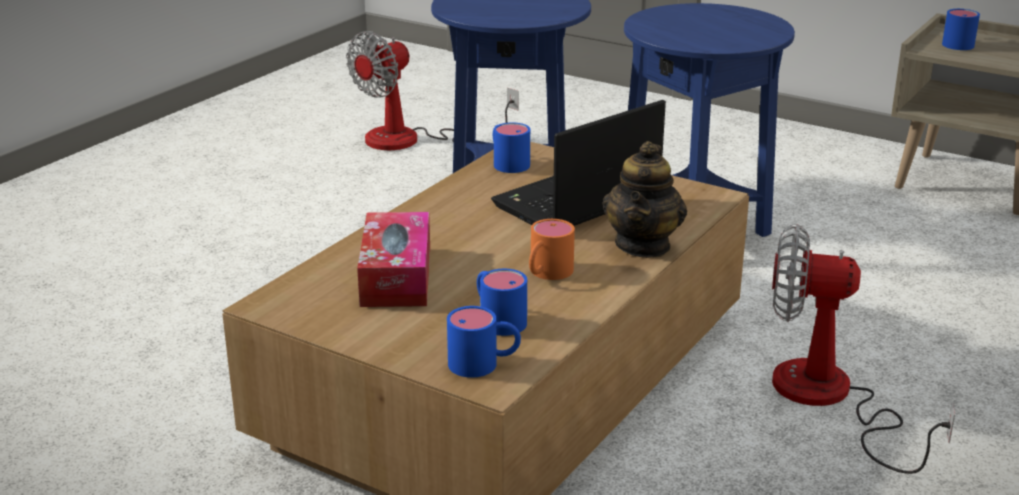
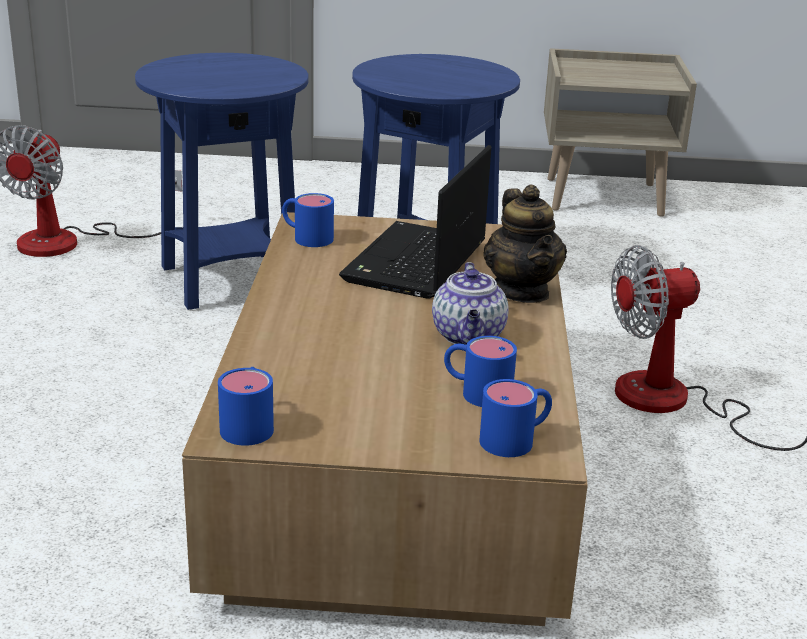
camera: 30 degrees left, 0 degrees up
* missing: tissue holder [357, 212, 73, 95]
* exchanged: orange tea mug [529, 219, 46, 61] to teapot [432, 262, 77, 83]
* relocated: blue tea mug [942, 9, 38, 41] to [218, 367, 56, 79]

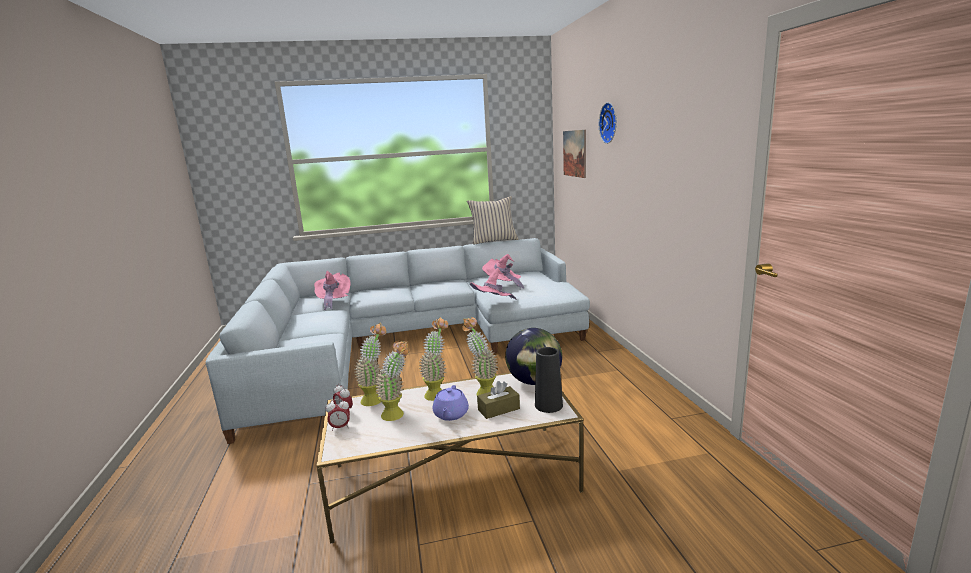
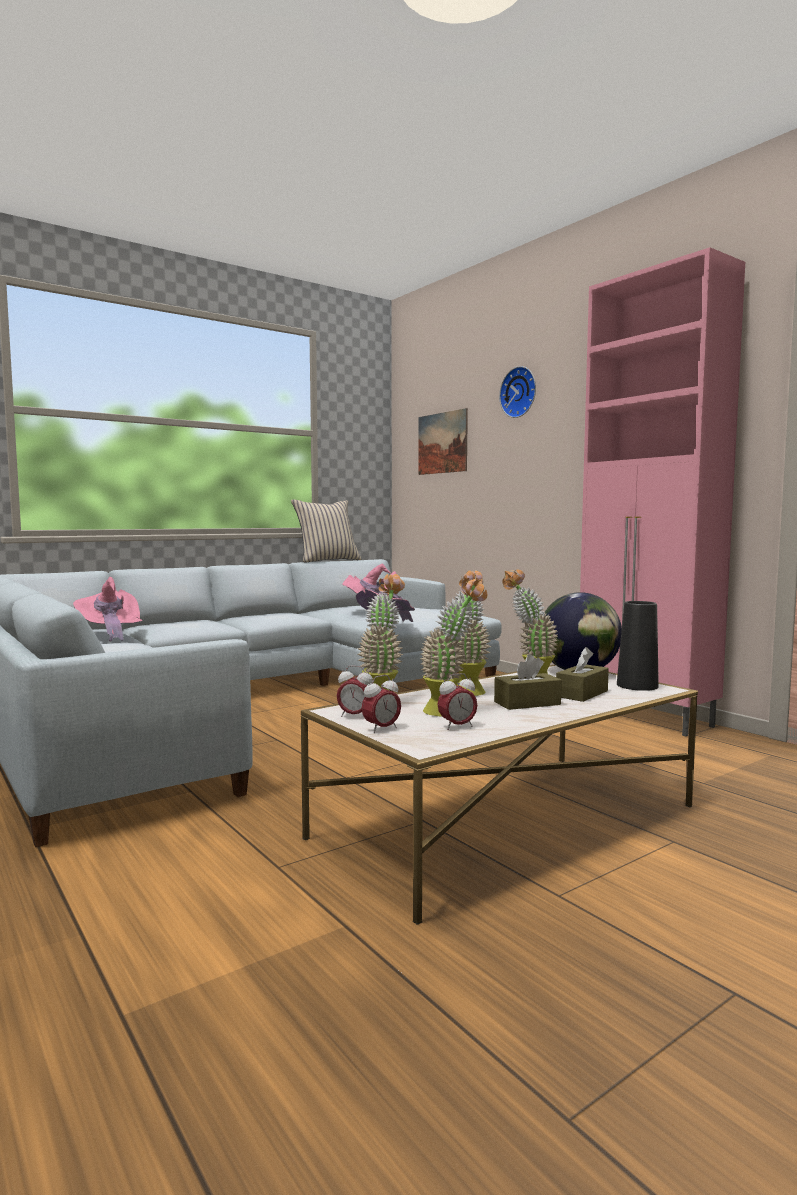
camera: 25 degrees left, 10 degrees down
* exchanged: purplish teapot [433, 385, 36, 36] to brown tissue holder [494, 654, 68, 56]
* appeared: table clock [437, 673, 40, 57]
* appeared: pinkish cupboard [580, 247, 165, 489]

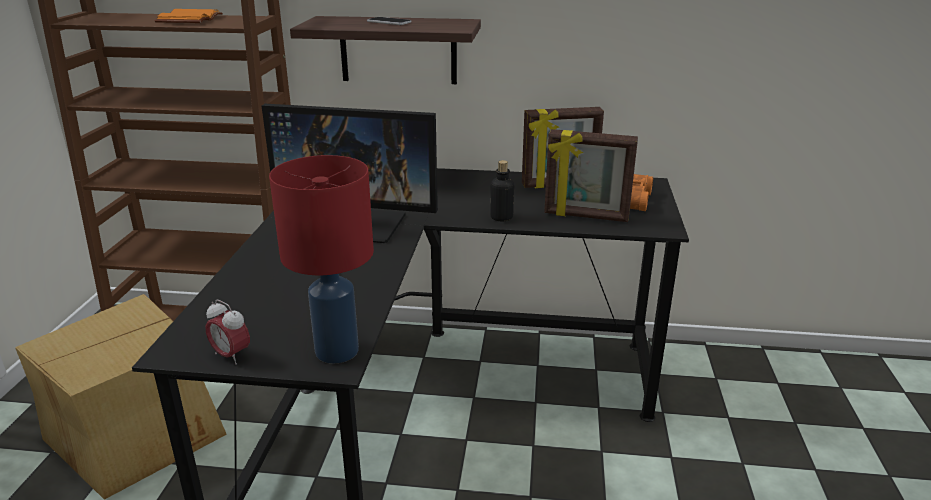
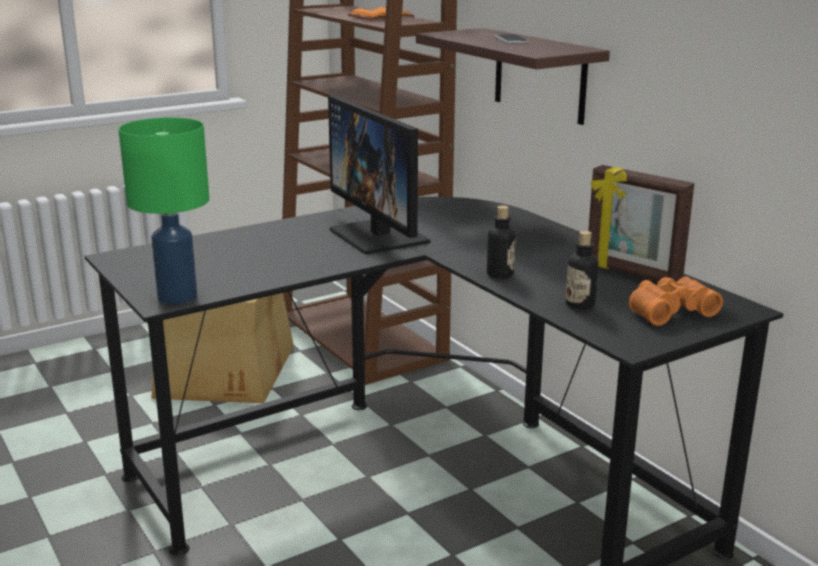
camera: 50 degrees right, 5 degrees down
* missing: table clock [205, 300, 45, 65]
* colour: reddish tabletop lamp [269, 155, 105, 209] to greenish tabletop lamp [118, 118, 91, 186]
* exchanged: standing frame [544, 129, 94, 93] to beverage bottle [566, 231, 32, 78]

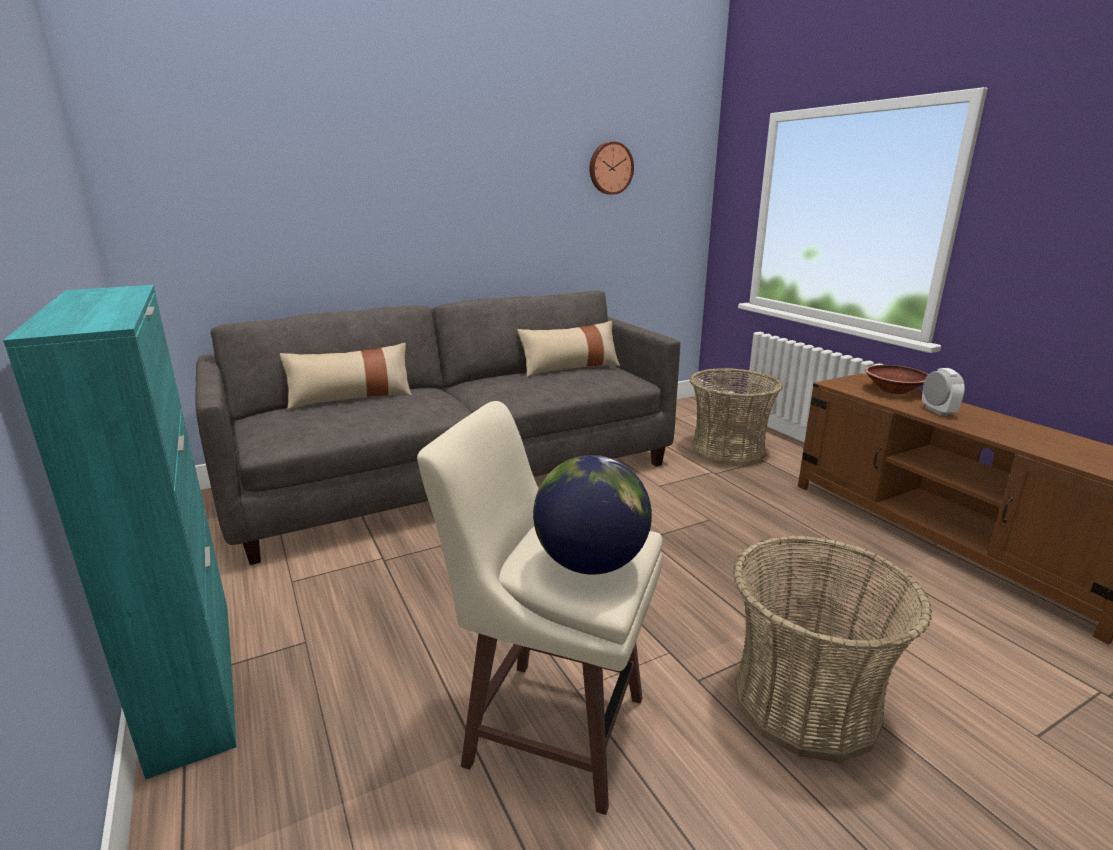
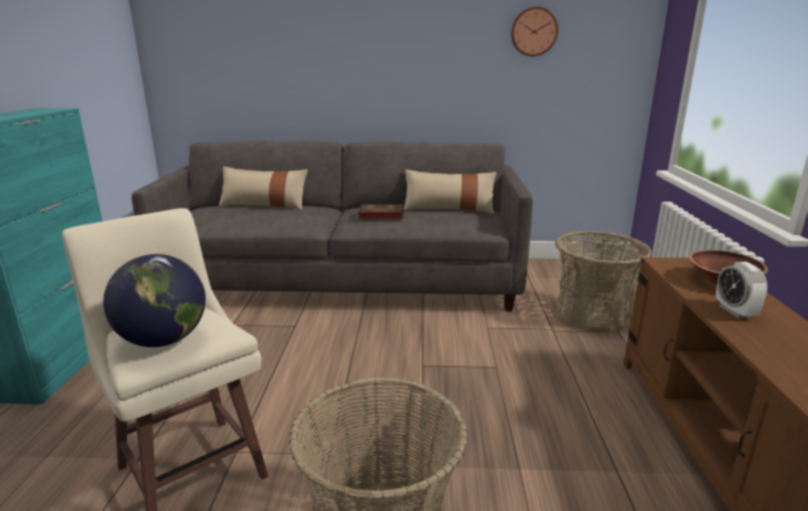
camera: 30 degrees right, 0 degrees up
* spun: table clock [922, 368, 43, 48] = [716, 262, 52, 57] 150 degrees clockwise
* appeared: bound book [358, 204, 46, 15]

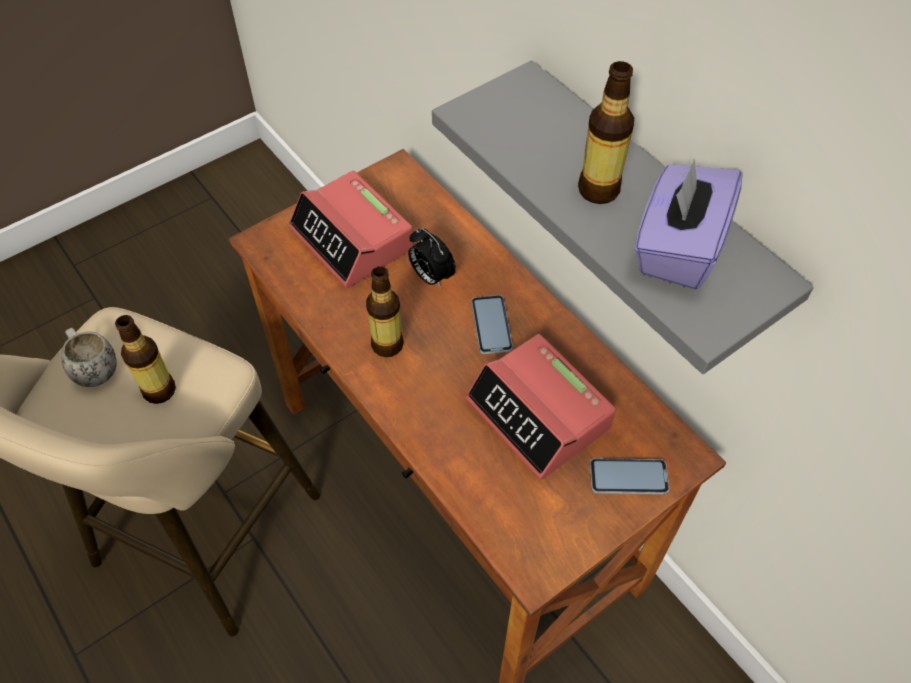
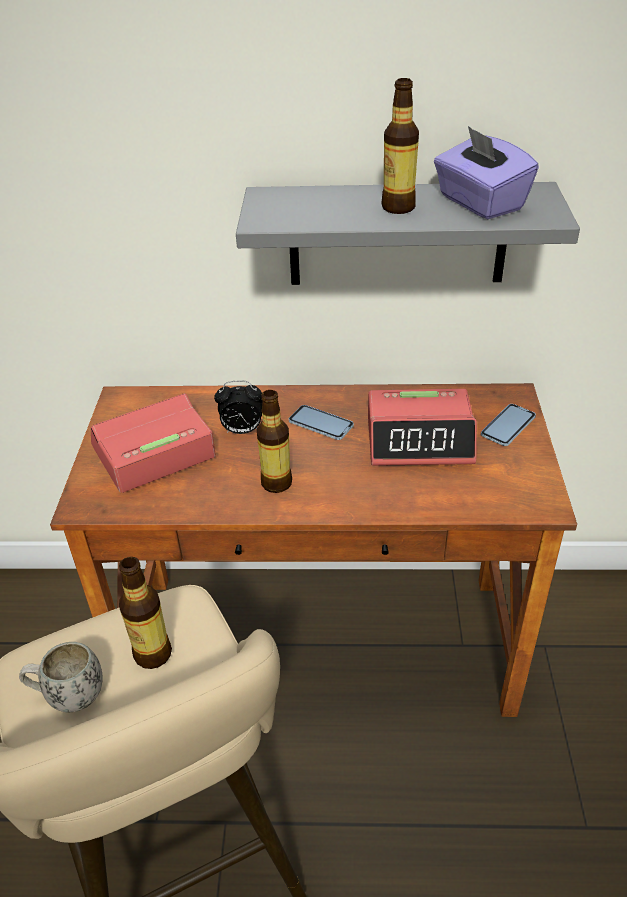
camera: 50 degrees left, 15 degrees down
* spun: table clock [289, 171, 125, 117] = [91, 393, 125, 100] 150 degrees clockwise

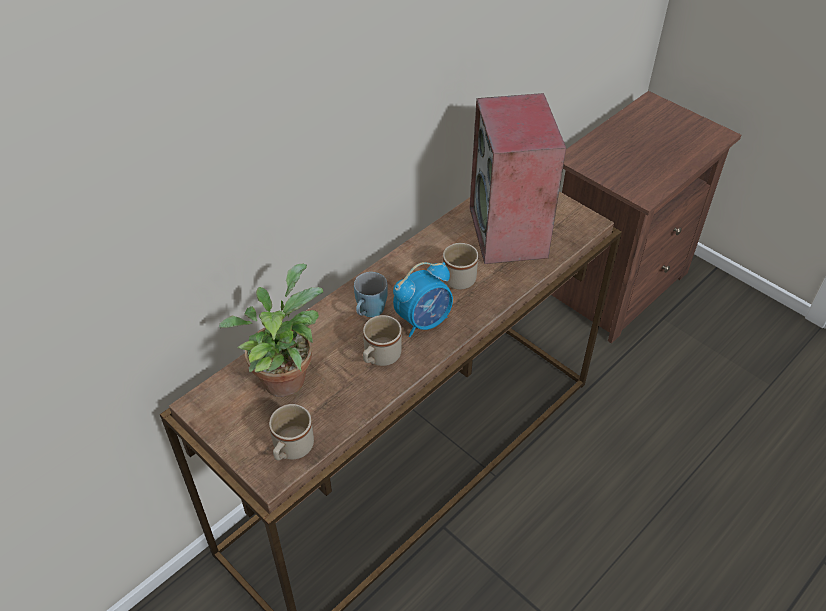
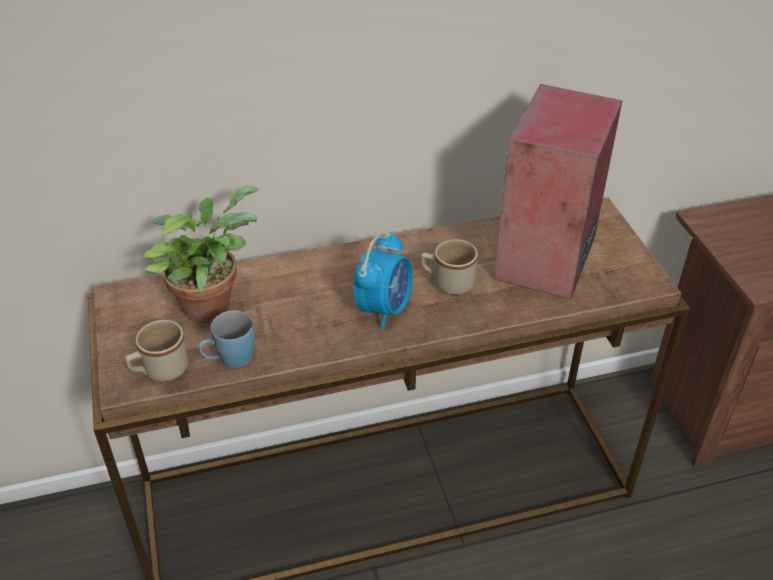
camera: 30 degrees right, 5 degrees down
* relocated: blue tea mug [354, 272, 34, 45] to [198, 310, 57, 58]
* missing: beige-coloured tea mug [363, 315, 39, 51]
* spun: table clock [393, 262, 60, 75] = [354, 232, 59, 98] 60 degrees counterclockwise

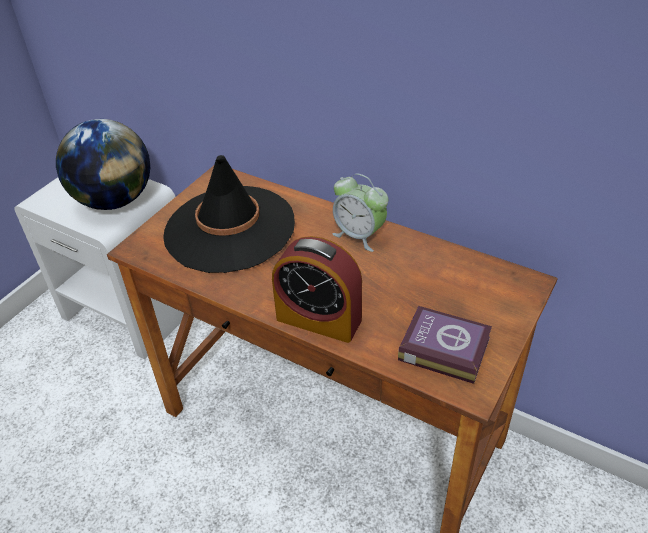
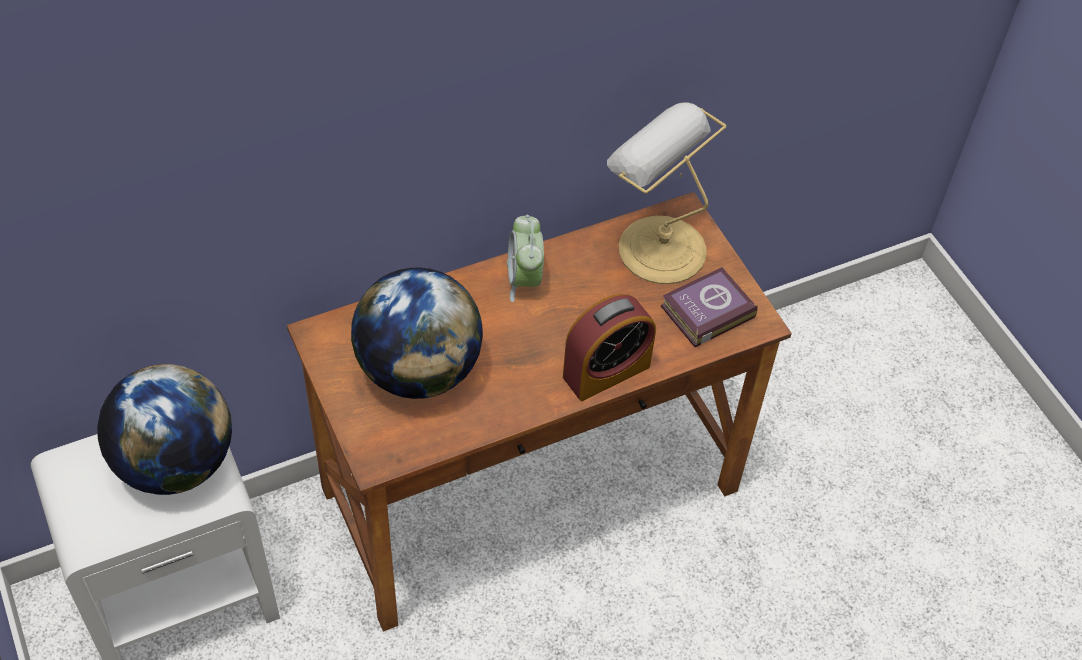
camera: 60 degrees left, 10 degrees up
* exchanged: blackish hat [163, 155, 132, 118] to globe [351, 268, 132, 131]
* spun: table clock [333, 173, 55, 79] = [507, 215, 37, 87] 105 degrees clockwise
* appeared: tabletop lamp [607, 102, 119, 182]

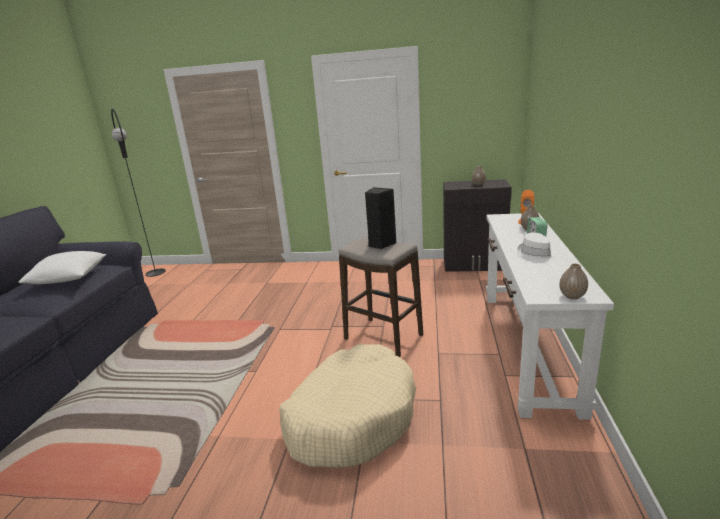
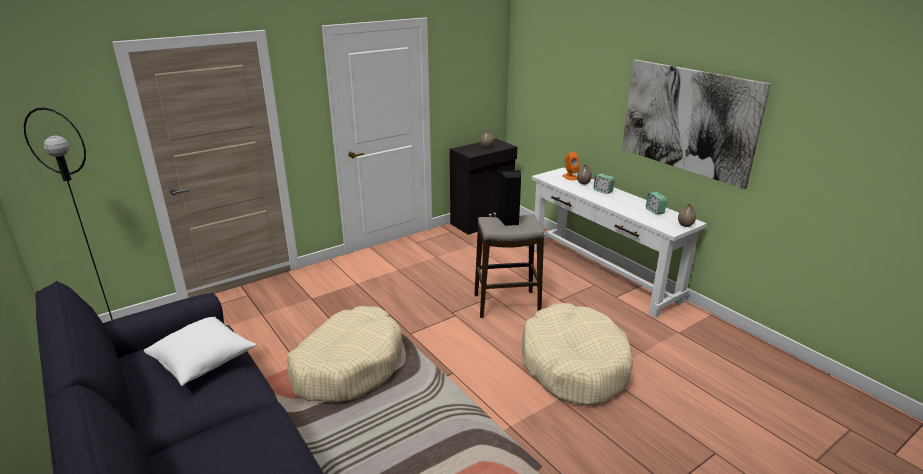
camera: 45 degrees left, 5 degrees up
* missing: white hat [518, 232, 38, 29]
* appeared: beige-coloured dog bed [287, 306, 116, 96]
* appeared: wall picture [622, 59, 149, 130]
* appeared: table clock [646, 192, 21, 23]

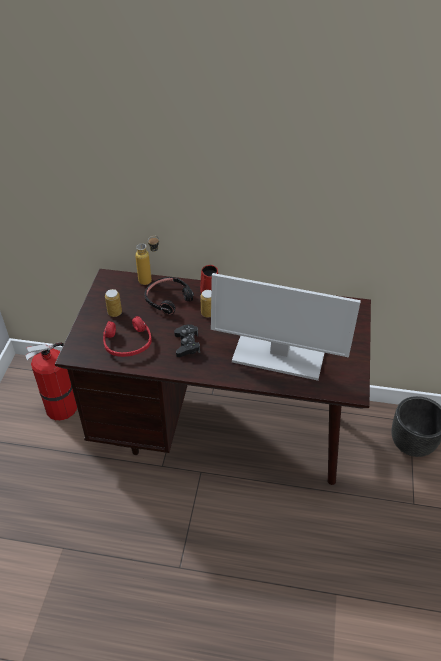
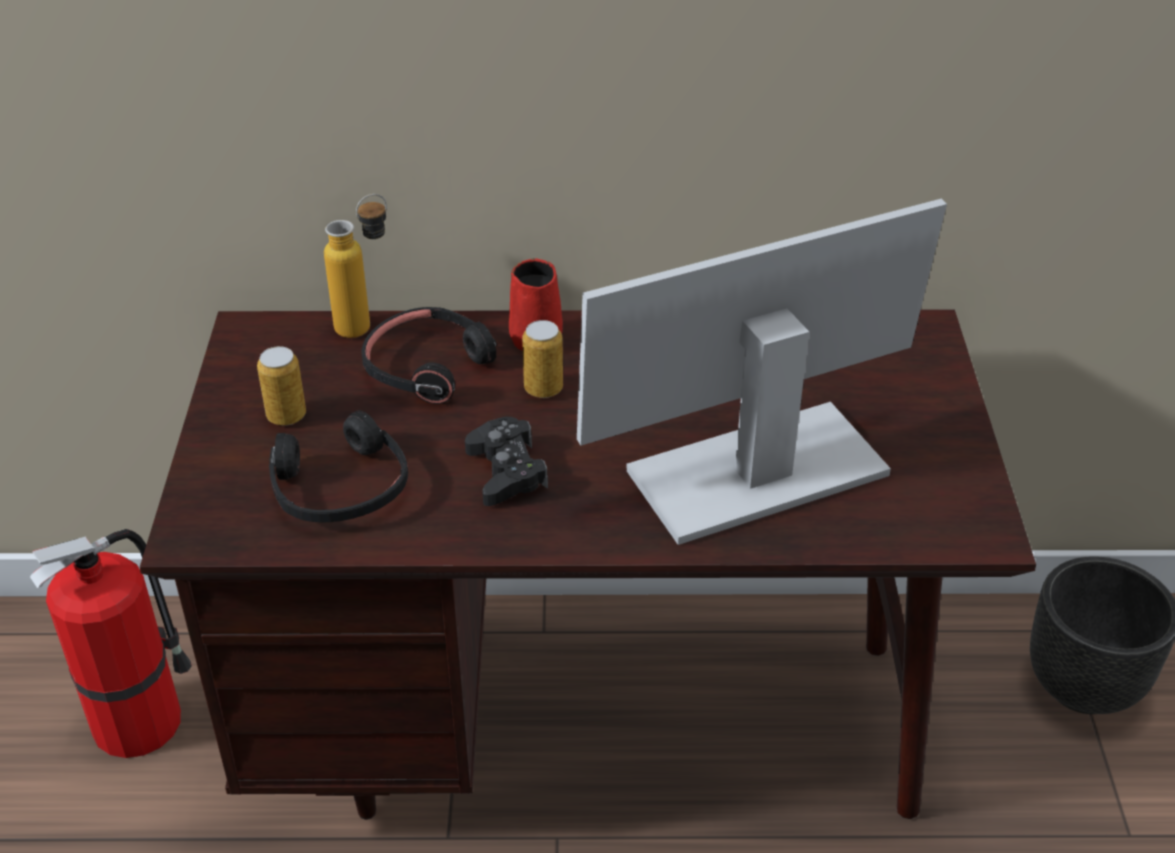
camera: 10 degrees left, 5 degrees down
* colour: reddish headset [103, 316, 49, 41] to blackish headset [269, 410, 139, 112]
* spun: computer display [211, 273, 150, 108] = [577, 198, 370, 347] 150 degrees clockwise

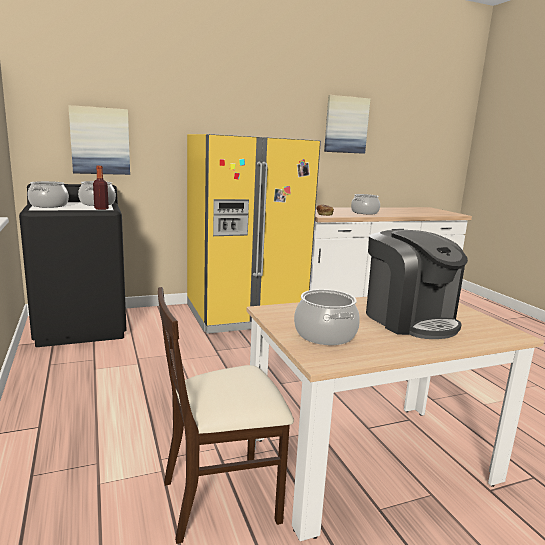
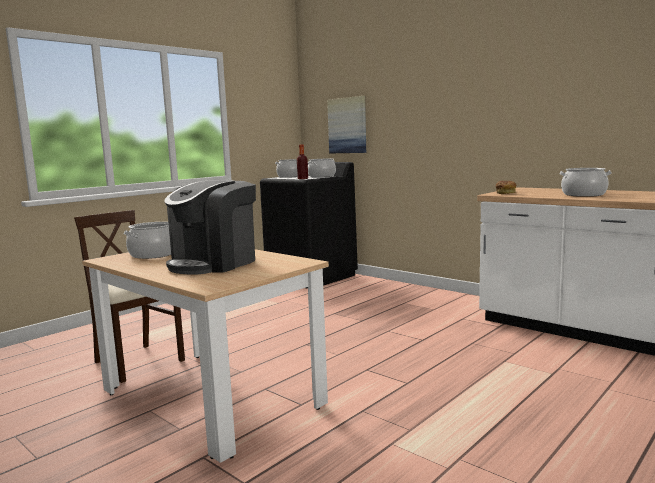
camera: 65 degrees right, 5 degrees down
* missing: yellow-coloured refrigerator [187, 134, 134, 200]
* missing: wall picture [324, 95, 46, 59]

